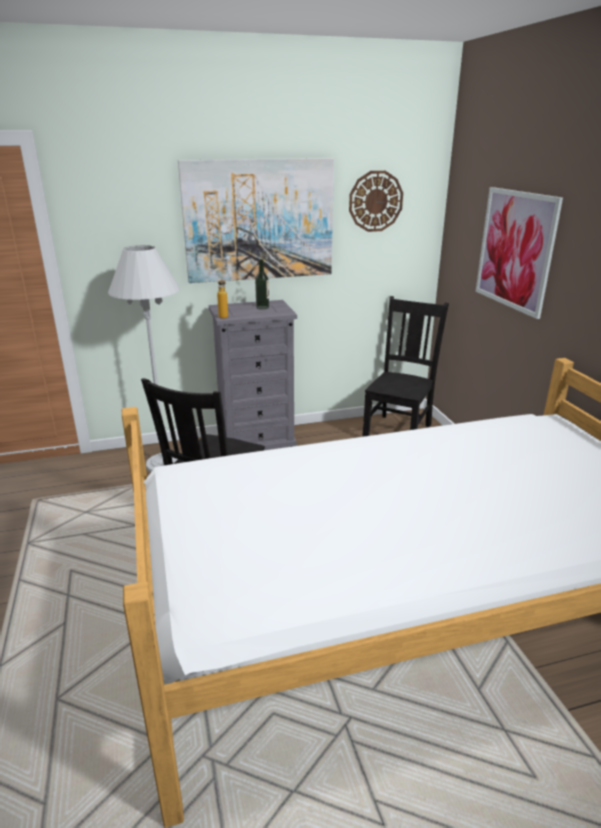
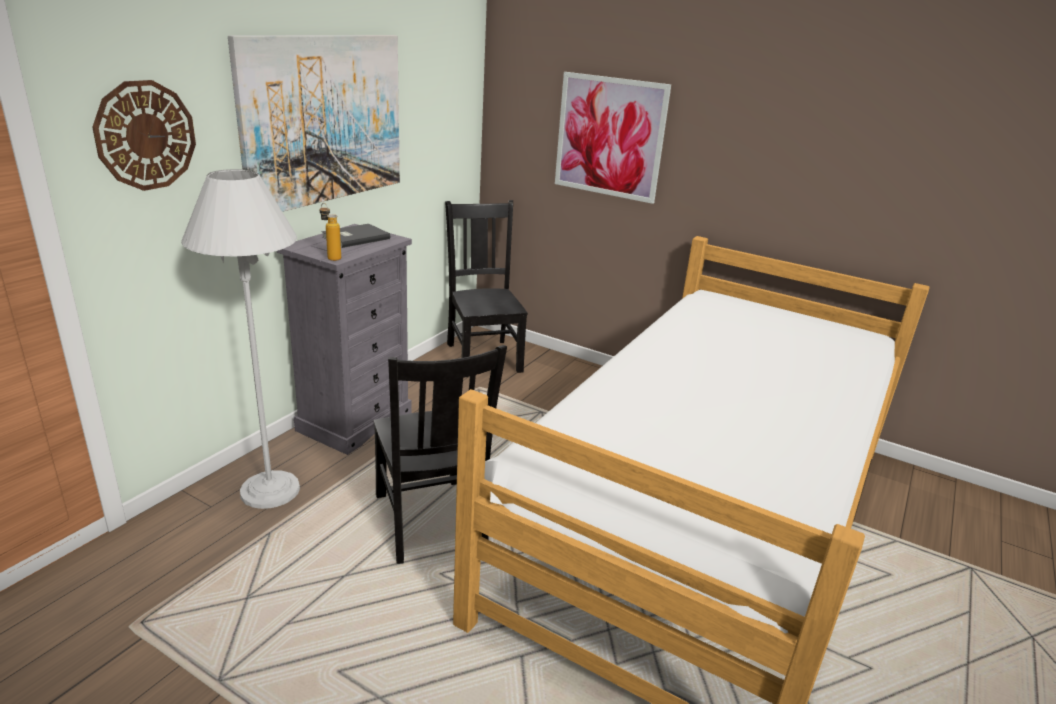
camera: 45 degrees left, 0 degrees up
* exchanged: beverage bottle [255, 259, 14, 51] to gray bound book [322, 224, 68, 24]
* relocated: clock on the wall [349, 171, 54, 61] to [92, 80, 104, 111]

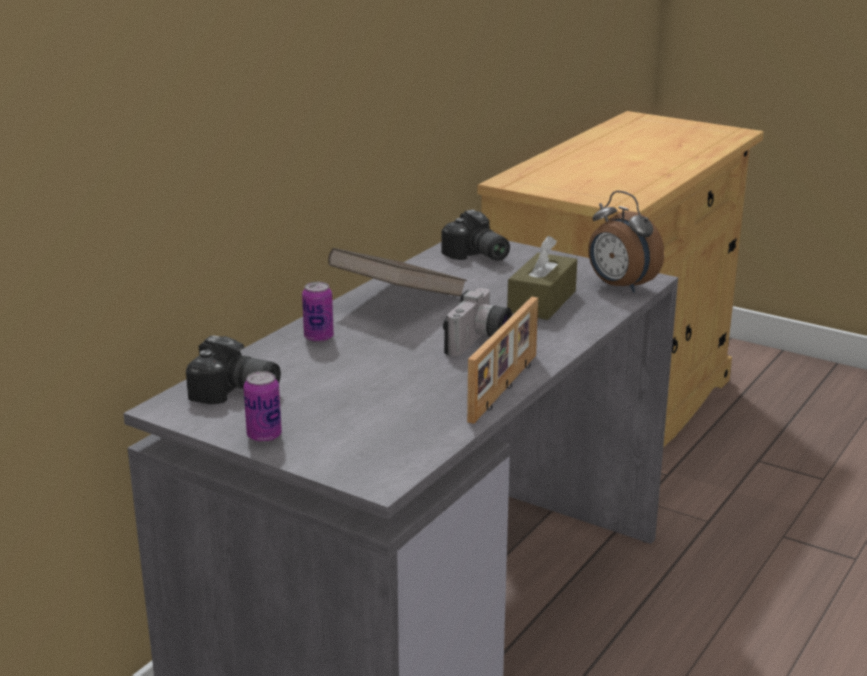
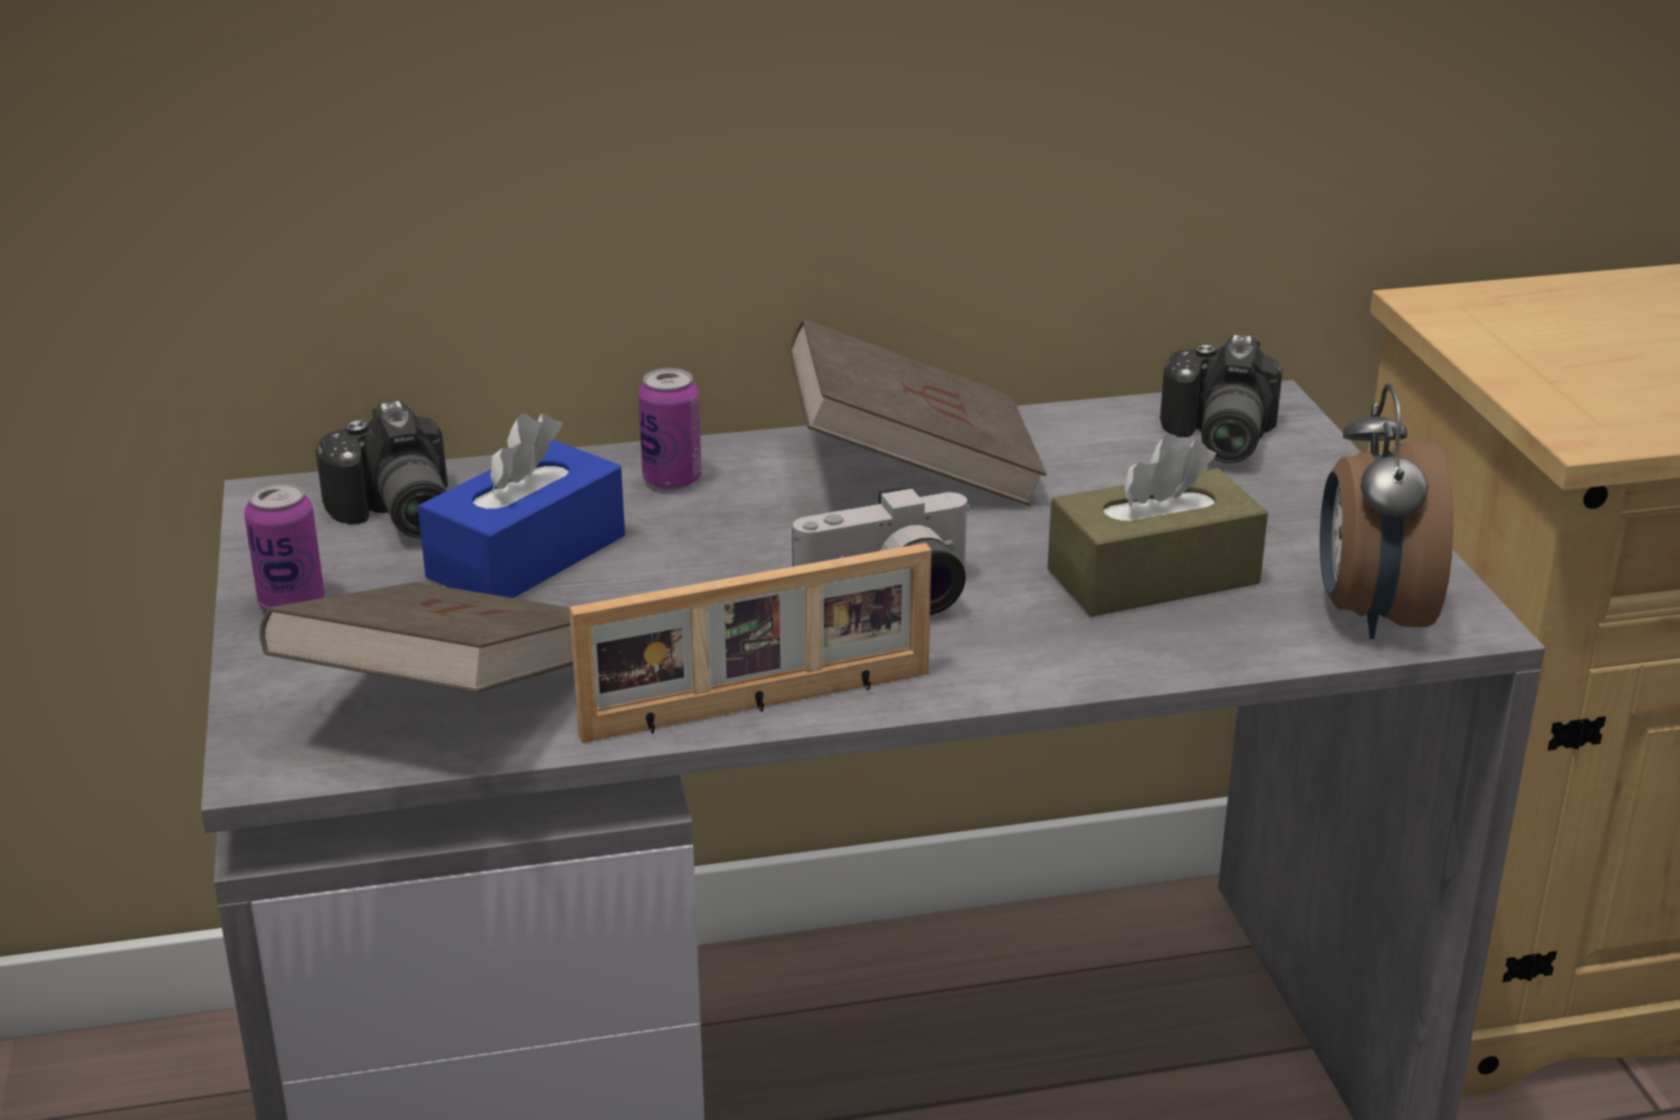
camera: 45 degrees right, 5 degrees up
* appeared: brown bound book [260, 582, 313, 111]
* appeared: blue tissue holder [418, 413, 207, 185]

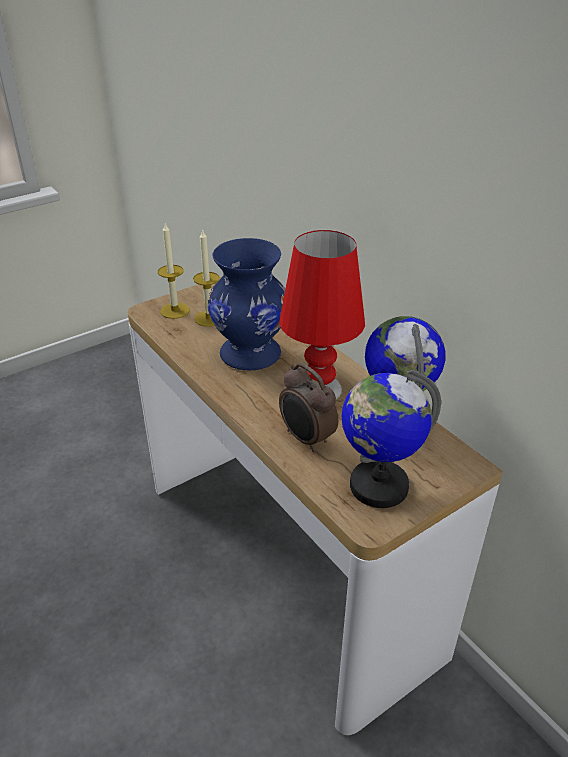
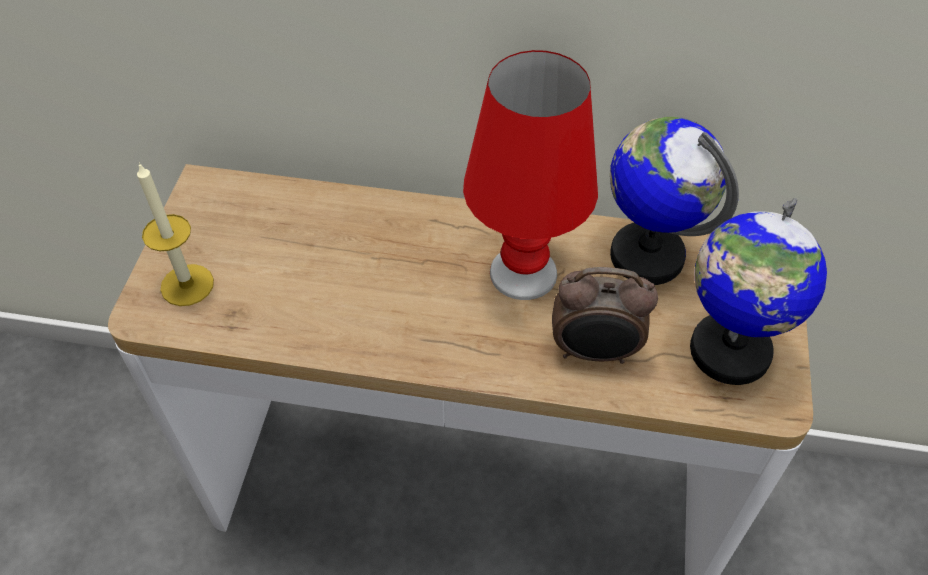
camera: 45 degrees left, 15 degrees up
* missing: wax candle [193, 229, 27, 98]
* missing: blue flower vase [207, 238, 78, 133]

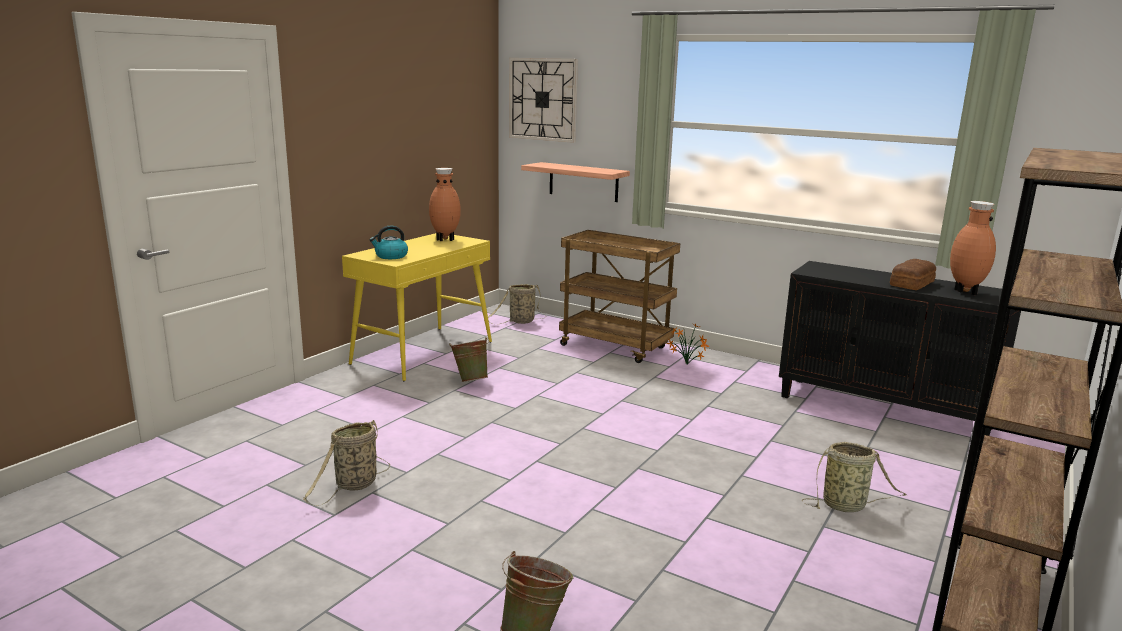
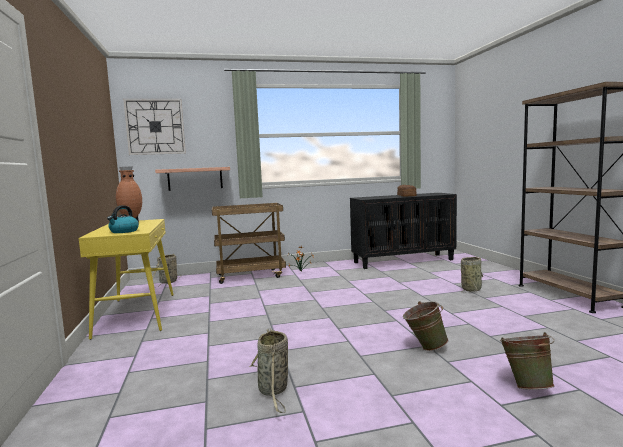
camera: 45 degrees left, 10 degrees down
* relocated: greenish bucket [449, 337, 40, 45] to [403, 301, 45, 50]
* missing: brown flower vase [950, 201, 46, 94]

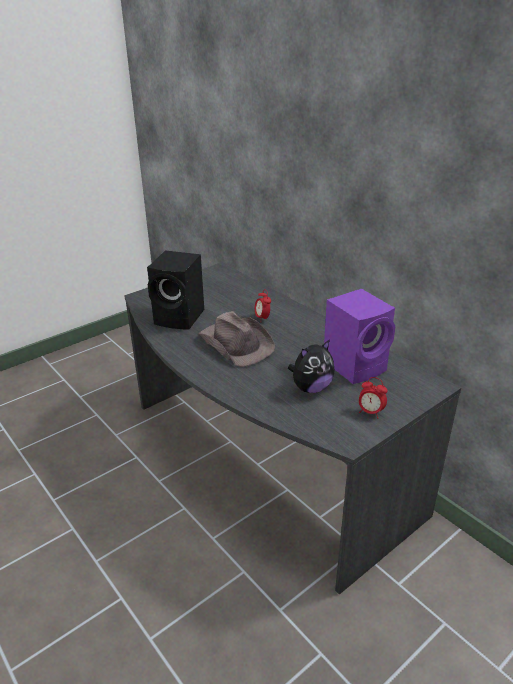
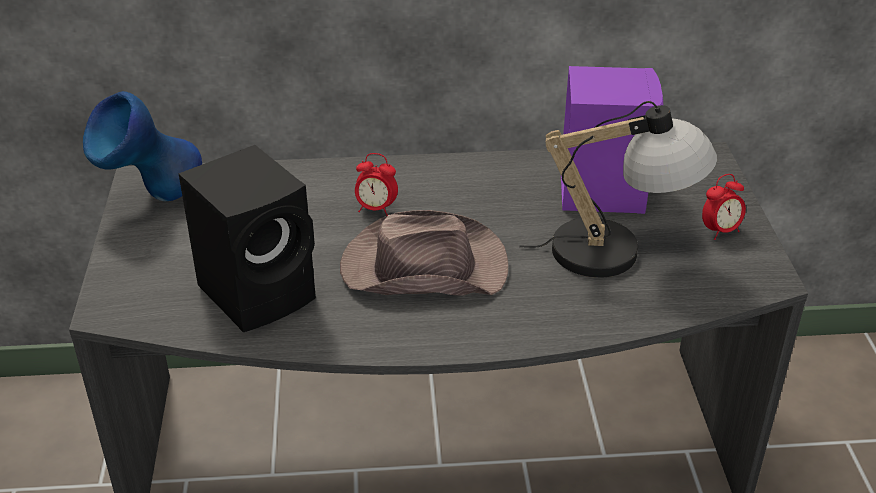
camera: 55 degrees left, 5 degrees up
* exchanged: soft toy [288, 339, 46, 54] to tabletop lamp [519, 101, 198, 177]
* appeared: blue flower vase [83, 91, 119, 110]

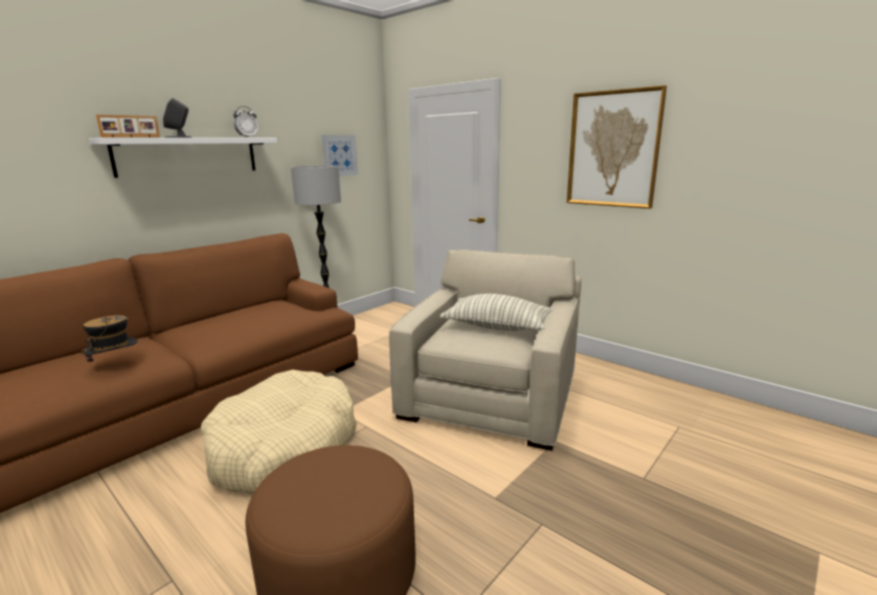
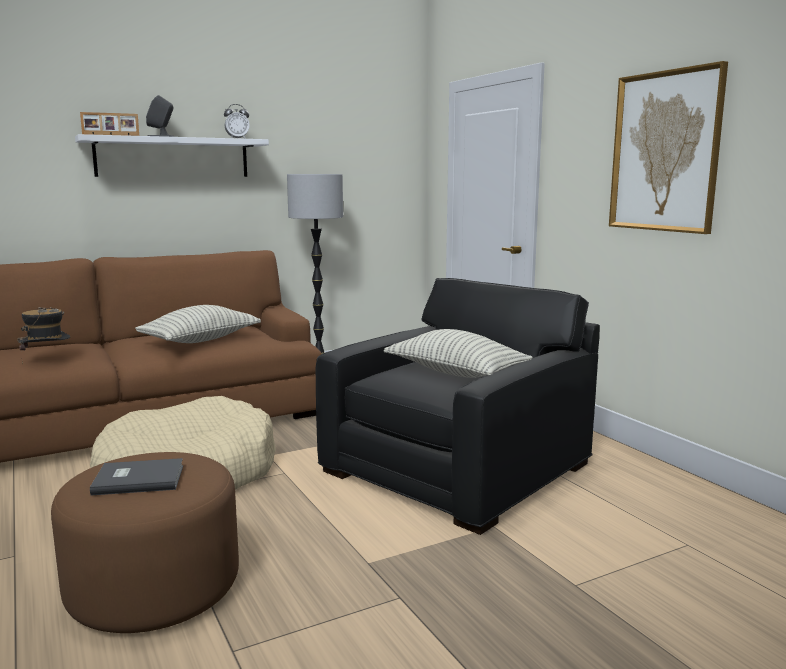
camera: 20 degrees right, 5 degrees down
* missing: wall picture [322, 135, 36, 41]
* colour: beige-coloured lounge chair [389, 250, 192, 201] to blackish lounge chair [316, 278, 284, 257]
* appeared: gray bound book [90, 458, 93, 38]
* appeared: throw pillow [135, 305, 126, 38]

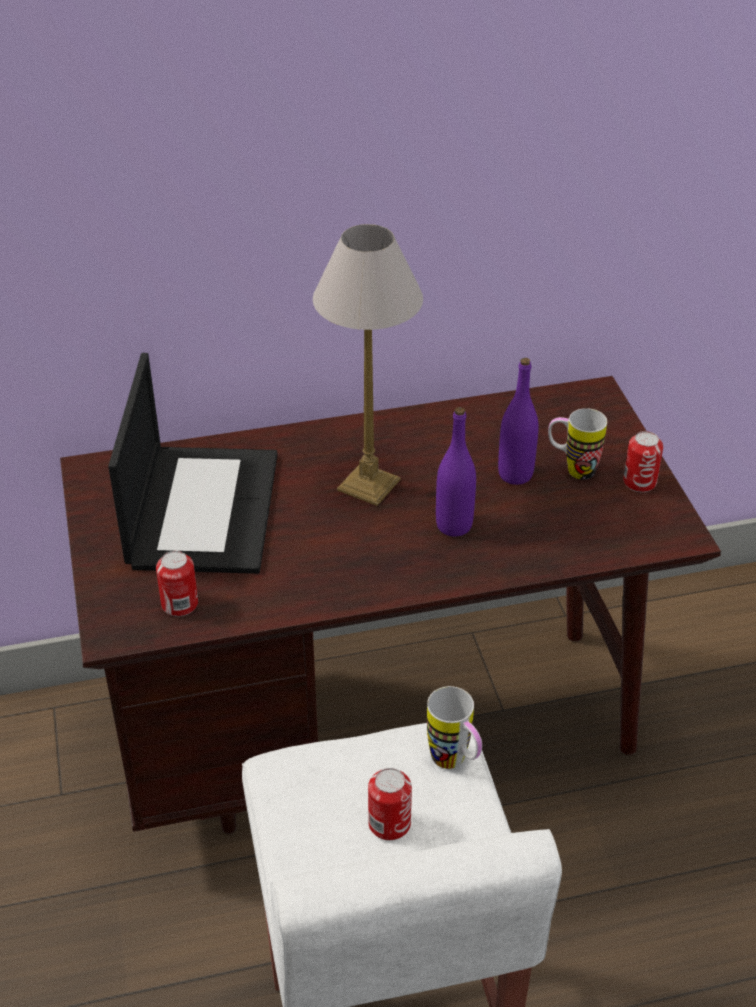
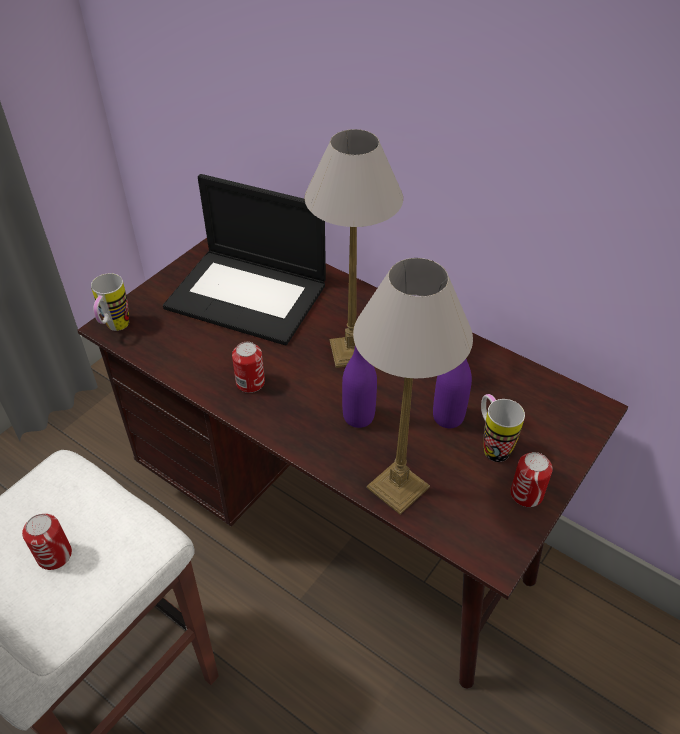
camera: 50 degrees right, 5 degrees up
* spun: notebook computer [108, 353, 169, 221] = [163, 174, 163, 172] 60 degrees clockwise
* relocated: sealed can [156, 551, 42, 65] to [232, 342, 33, 51]
* relocated: tea mug [427, 686, 55, 83] to [91, 273, 38, 58]
* appeared: tabletop lamp [353, 258, 120, 257]

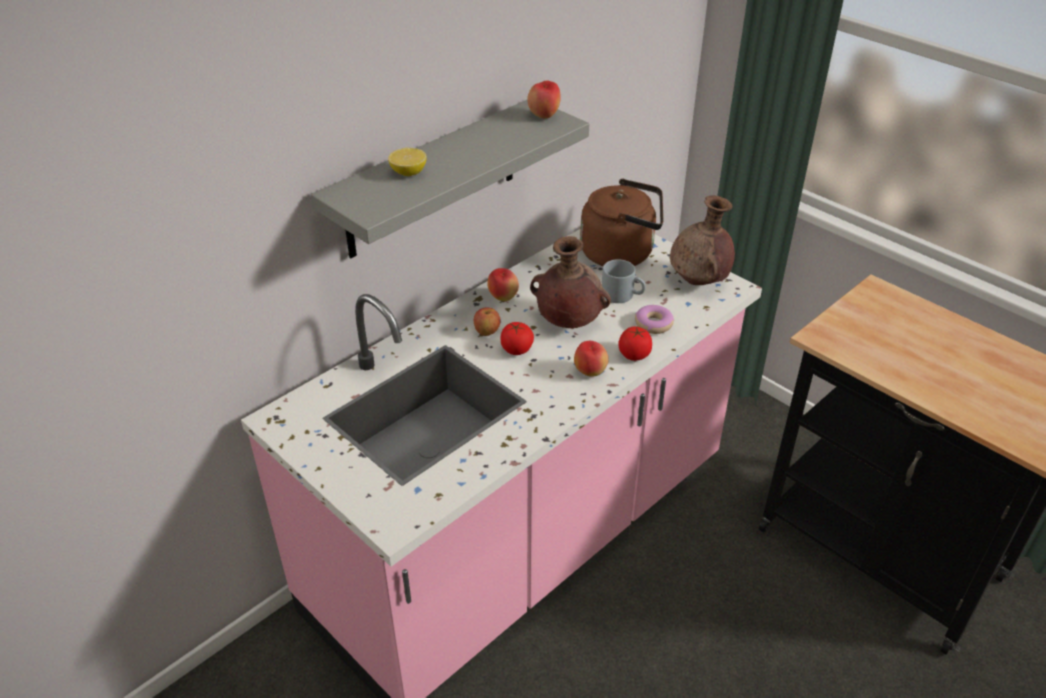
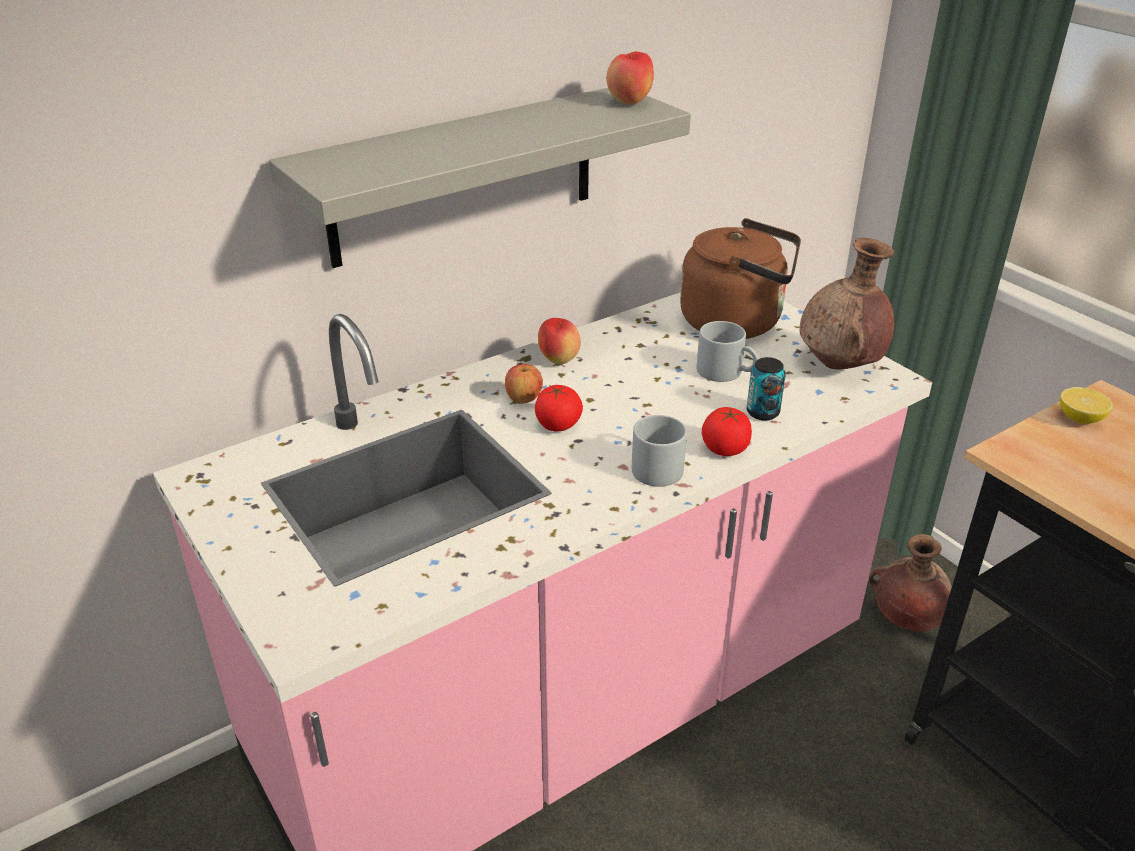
camera: 10 degrees right, 5 degrees down
* relocated: citrus fruit [388, 148, 39, 28] to [1060, 387, 53, 37]
* relocated: brown flower vase [530, 236, 81, 92] to [869, 534, 83, 98]
* exchanged: apple [574, 341, 35, 36] to gray tea mug [632, 415, 55, 72]
* exchanged: ring doughnut [635, 305, 39, 29] to sealed can [747, 357, 39, 64]

